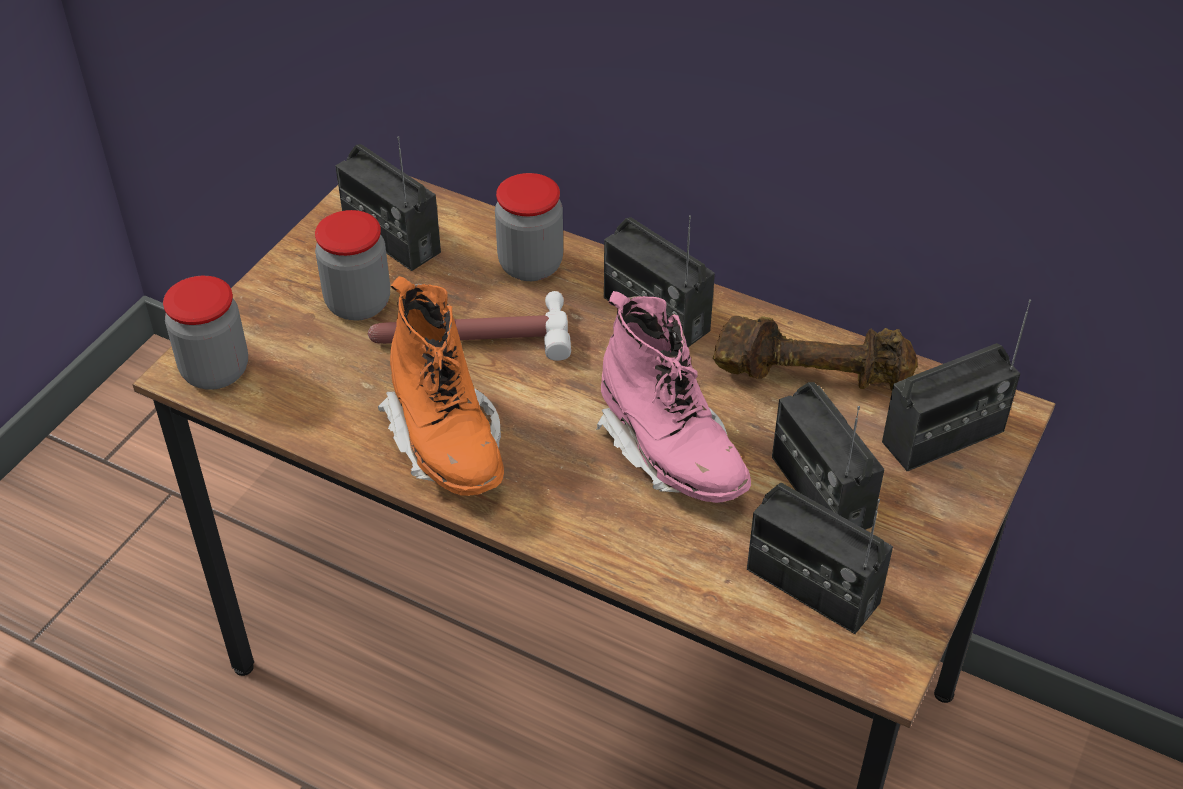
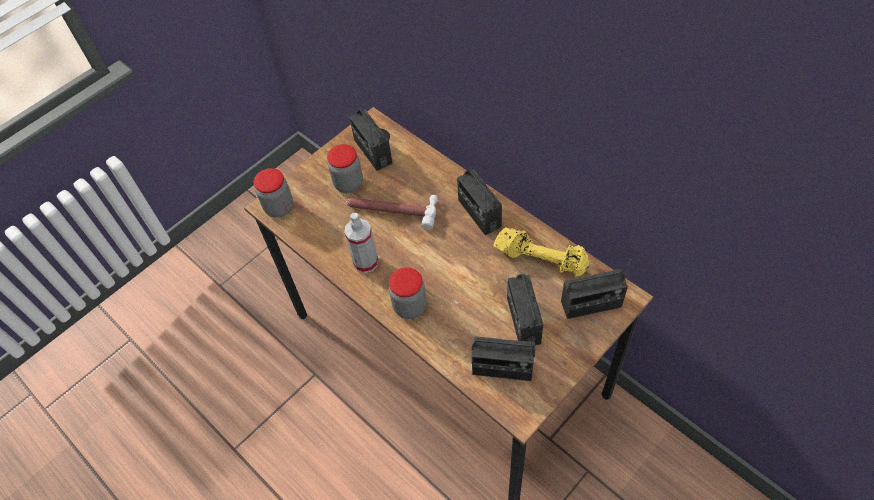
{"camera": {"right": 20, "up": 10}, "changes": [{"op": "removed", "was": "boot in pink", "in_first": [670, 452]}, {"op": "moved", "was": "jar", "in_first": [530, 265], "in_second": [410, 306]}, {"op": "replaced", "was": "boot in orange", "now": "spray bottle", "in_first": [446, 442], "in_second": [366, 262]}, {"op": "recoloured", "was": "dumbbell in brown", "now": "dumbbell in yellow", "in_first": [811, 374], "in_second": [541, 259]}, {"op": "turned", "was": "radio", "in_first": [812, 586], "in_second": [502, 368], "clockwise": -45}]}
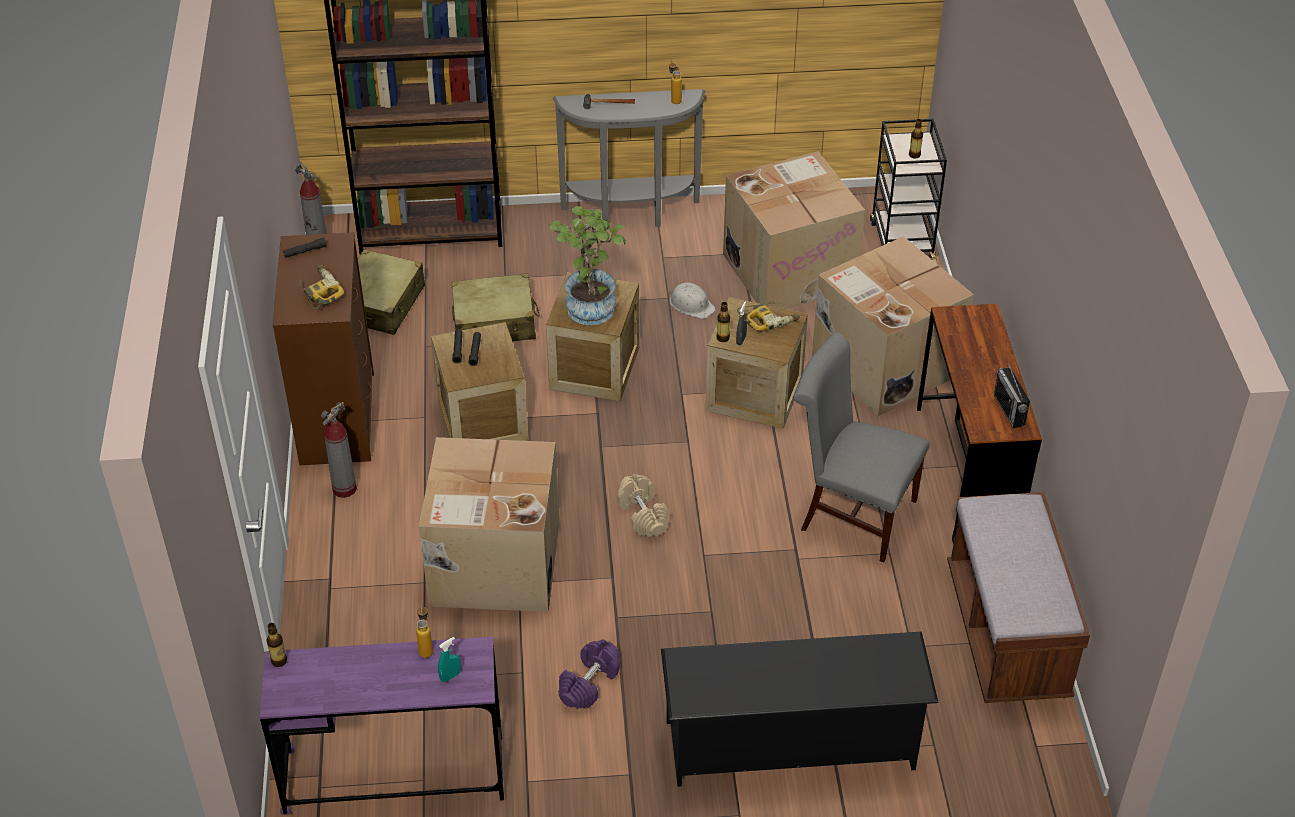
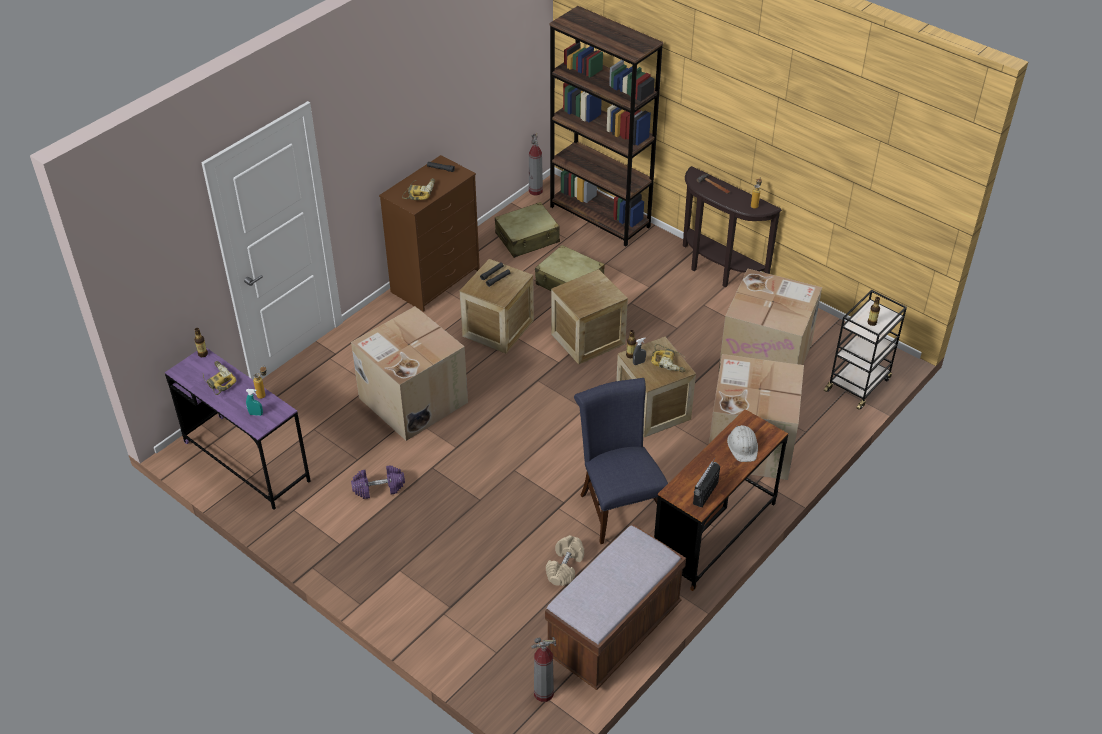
{"camera": {"right": 45, "up": 0}, "changes": [{"op": "removed", "was": "potted plant", "in_first": [590, 304]}, {"op": "removed", "was": "shoe rack in black", "in_first": [791, 745]}, {"op": "added", "now": "power drill", "in_second": [218, 381]}, {"op": "moved", "was": "fire extinguisher", "in_first": [344, 489], "in_second": [543, 693]}, {"op": "moved", "was": "dumbbell in beige", "in_first": [642, 515], "in_second": [564, 567]}, {"op": "moved", "was": "hard hat in white", "in_first": [691, 305], "in_second": [743, 446]}, {"op": "recoloured", "was": "console table in grey", "now": "console table in brown", "in_first": [631, 215], "in_second": [717, 271]}, {"op": "recoloured", "was": "chair in grey", "now": "chair in blue", "in_first": [851, 513], "in_second": [618, 506]}]}
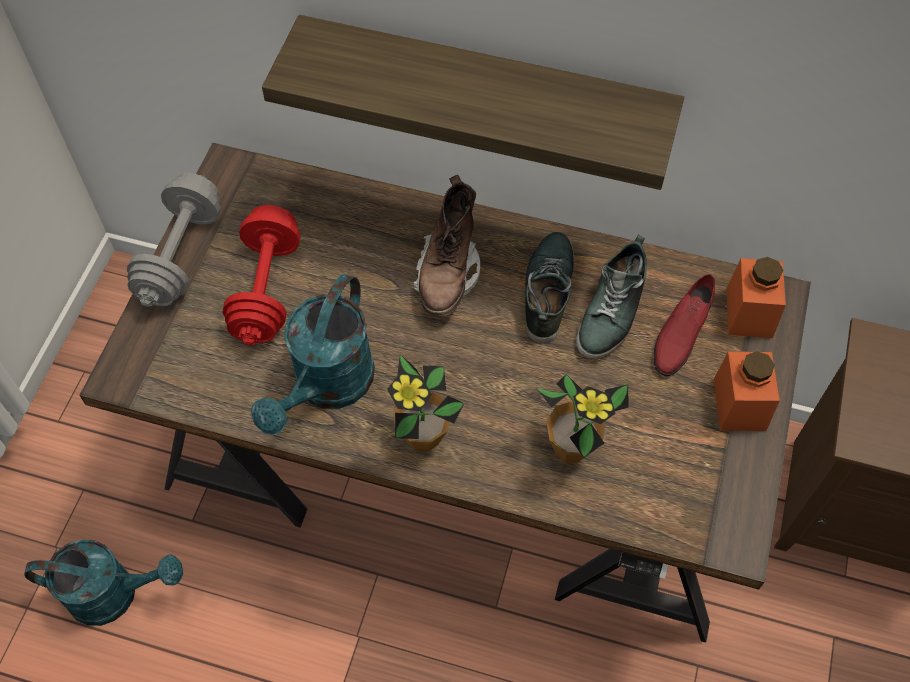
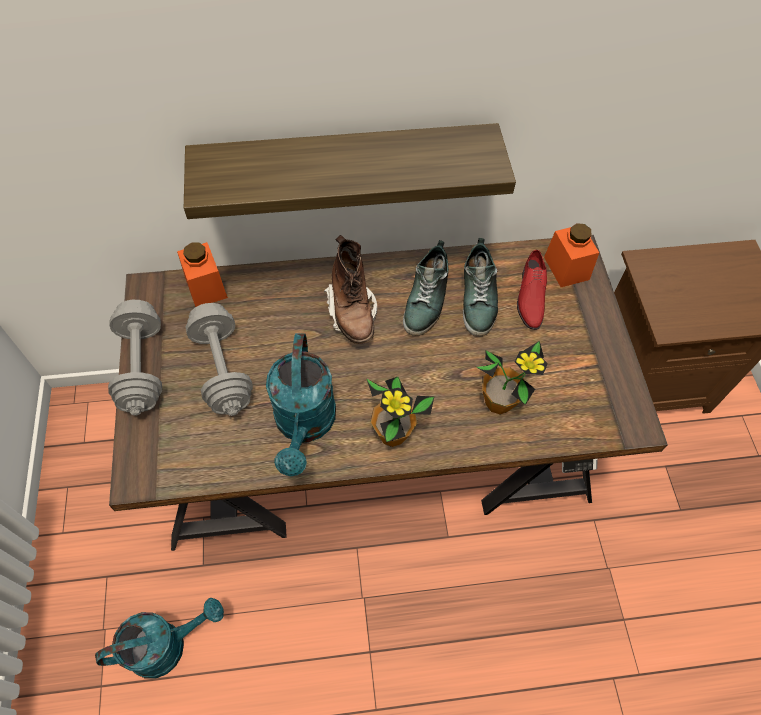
{"camera": {"right": -25, "up": 0}, "changes": [{"op": "moved", "was": "jar in orange", "in_first": [739, 404], "in_second": [206, 287]}, {"op": "recoloured", "was": "dumbbell in red", "now": "dumbbell in grey", "in_first": [266, 290], "in_second": [222, 369]}, {"op": "turned", "was": "shoe", "in_first": [546, 291], "in_second": [427, 299], "clockwise": -150}]}
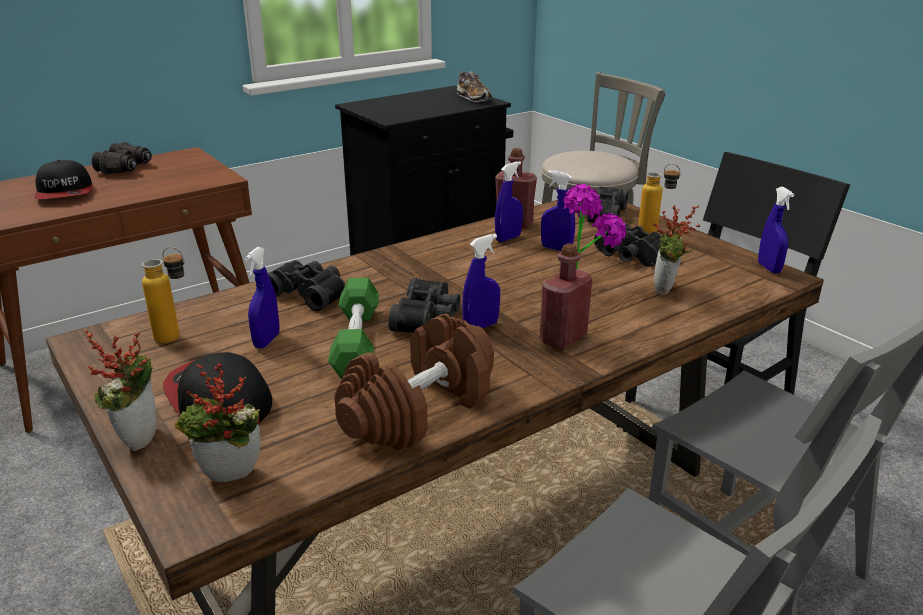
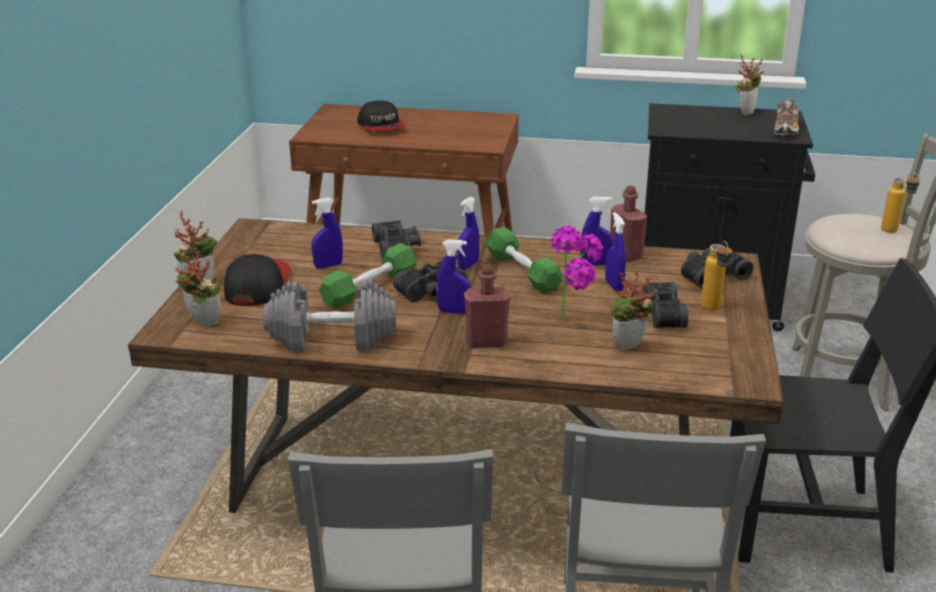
{"camera": {"right": 45, "up": 0}, "changes": [{"op": "removed", "was": "binoculars in black", "in_first": [126, 168]}, {"op": "added", "now": "dumbbell in green", "in_second": [522, 272]}, {"op": "added", "now": "potted plant", "in_second": [745, 112]}, {"op": "moved", "was": "bottle", "in_first": [176, 339], "in_second": [895, 232]}, {"op": "moved", "was": "spray bottle in blue", "in_first": [769, 268], "in_second": [468, 266]}, {"op": "recoloured", "was": "dumbbell in brown", "now": "dumbbell in grey", "in_first": [419, 411], "in_second": [331, 338]}, {"op": "turned", "was": "cap", "in_first": [65, 192], "in_second": [381, 126], "clockwise": -45}]}
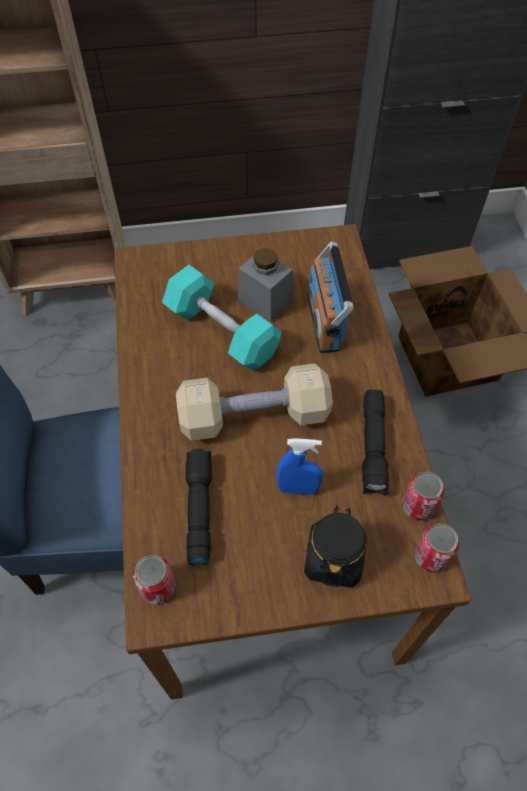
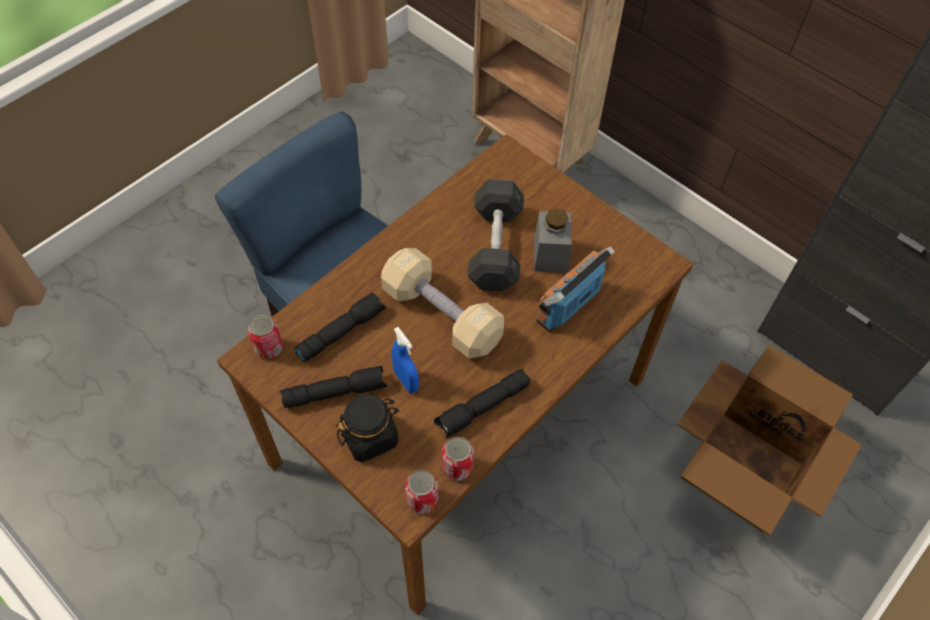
{"camera": {"right": 50, "up": 0}, "changes": [{"op": "added", "now": "flashlight in black", "in_second": [335, 391]}, {"op": "recoloured", "was": "dumbbell in turquoise", "now": "dumbbell in grey", "in_first": [222, 331], "in_second": [495, 247]}]}
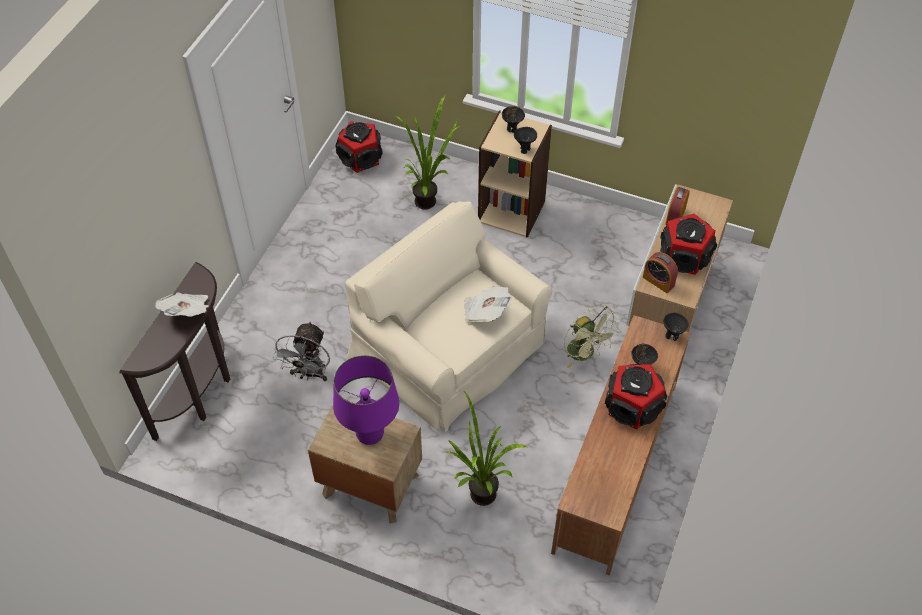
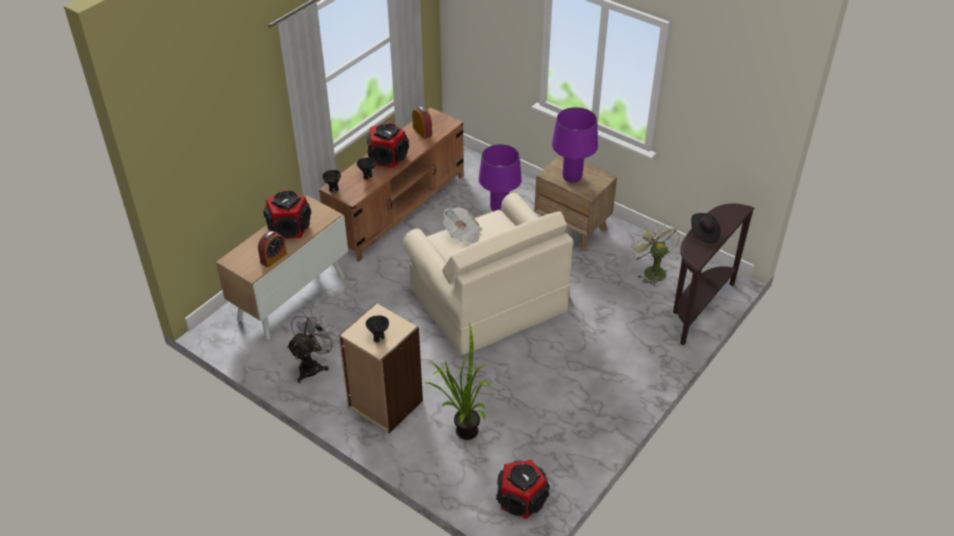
{"camera": {"right": -165, "up": -10}, "changes": [{"op": "removed", "was": "bowl in black", "in_first": [524, 149]}, {"op": "moved", "was": "fan in grey", "in_first": [309, 374], "in_second": [313, 365]}, {"op": "moved", "was": "fan in green", "in_first": [585, 354], "in_second": [651, 271]}, {"op": "moved", "was": "alarm clock", "in_first": [658, 281], "in_second": [422, 131]}, {"op": "replaced", "was": "newspaper", "now": "hat in black", "in_first": [187, 312], "in_second": [704, 234]}, {"op": "replaced", "was": "potted plant", "now": "table lamp in purple", "in_first": [478, 499], "in_second": [499, 208]}]}
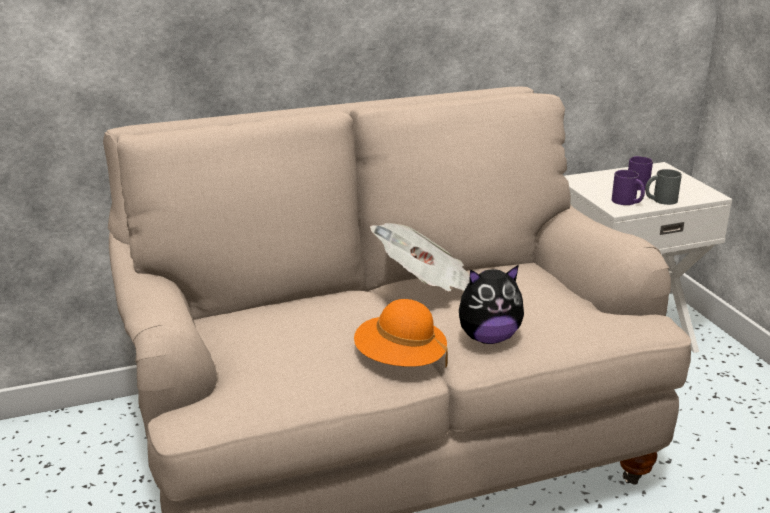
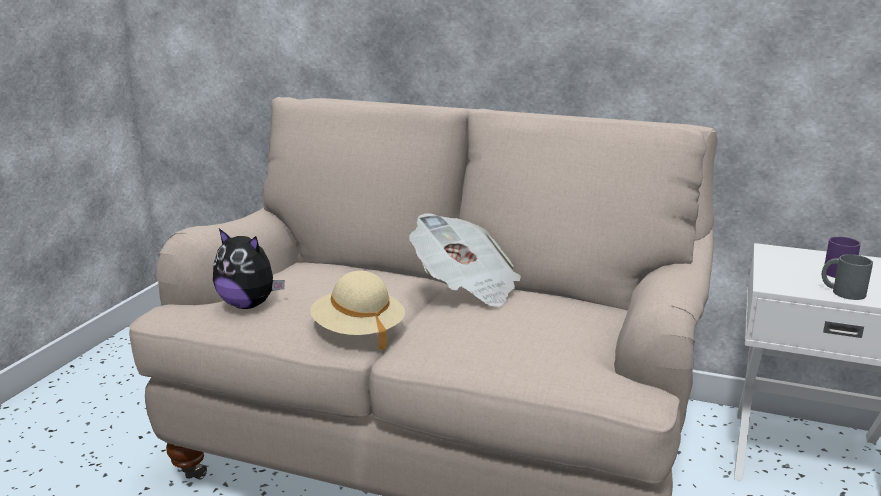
{"camera": {"right": 40, "up": -5}, "changes": [{"op": "removed", "was": "mug in purple", "in_first": [628, 202]}, {"op": "moved", "was": "plush toy", "in_first": [488, 338], "in_second": [248, 305]}, {"op": "recoloured", "was": "hat in orange", "now": "hat in beige", "in_first": [400, 361], "in_second": [358, 332]}]}
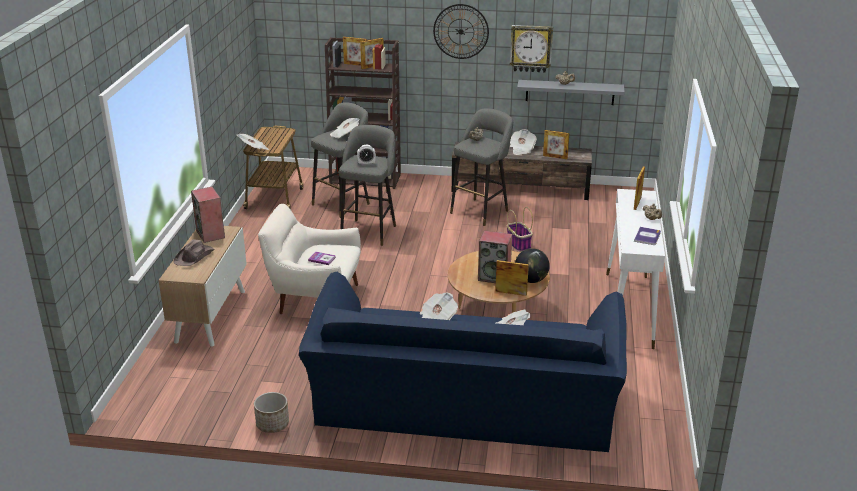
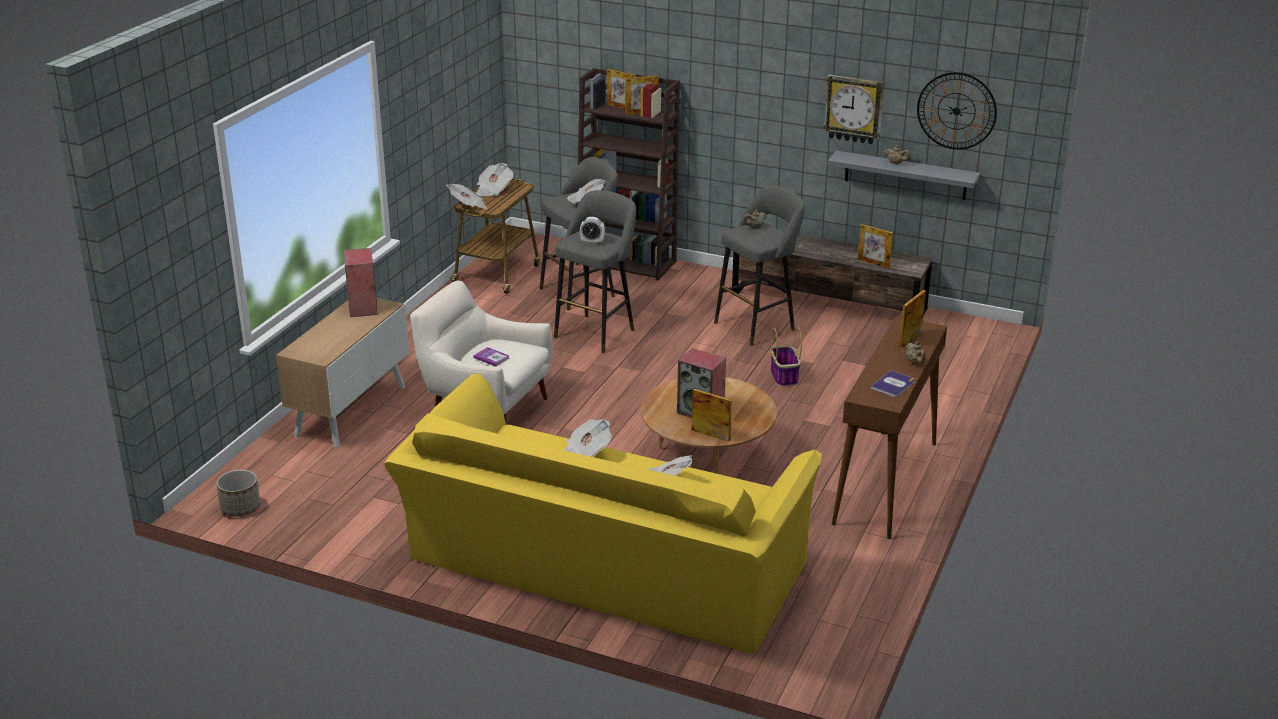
{"camera": {"right": 15, "up": 0}, "changes": [{"op": "removed", "was": "hat in brown", "in_first": [195, 256]}, {"op": "removed", "was": "globe", "in_first": [531, 280]}, {"op": "moved", "was": "planter", "in_first": [272, 424], "in_second": [240, 508]}, {"op": "moved", "was": "wall clock", "in_first": [461, 31], "in_second": [956, 111]}, {"op": "moved", "was": "newspaper", "in_first": [521, 149], "in_second": [493, 190]}, {"op": "recoloured", "was": "sofa in blue", "now": "sofa in yellow", "in_first": [464, 407], "in_second": [602, 569]}, {"op": "recoloured", "was": "console table in white", "now": "console table in brown", "in_first": [629, 309], "in_second": [885, 483]}]}
